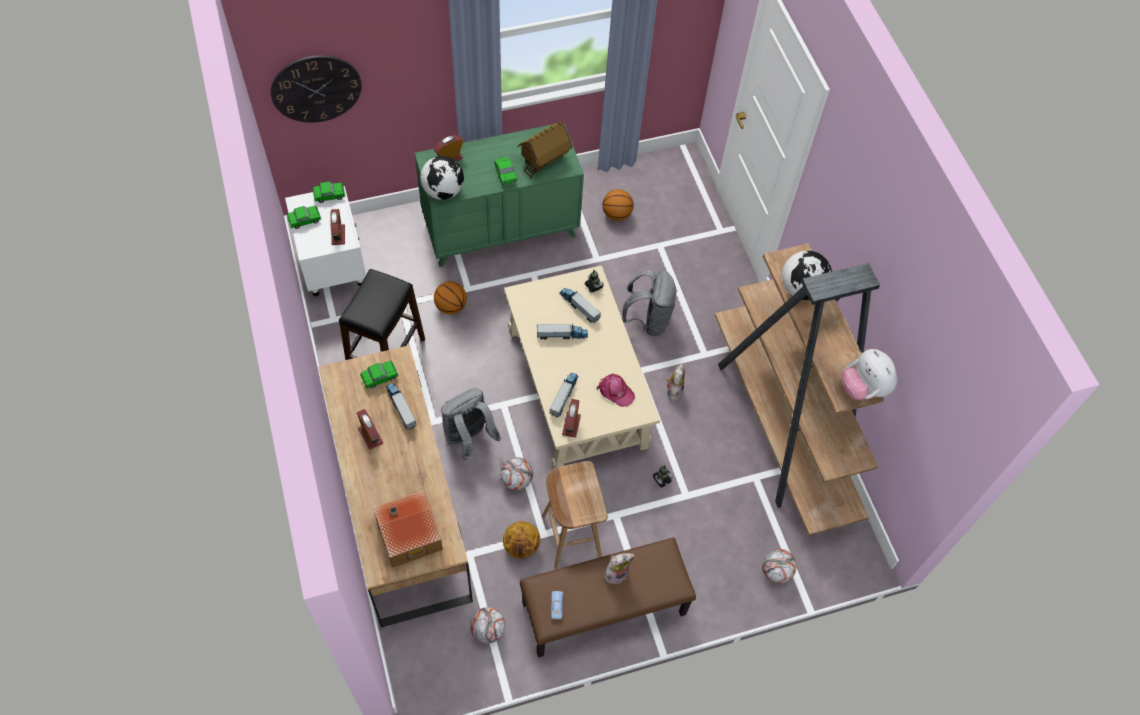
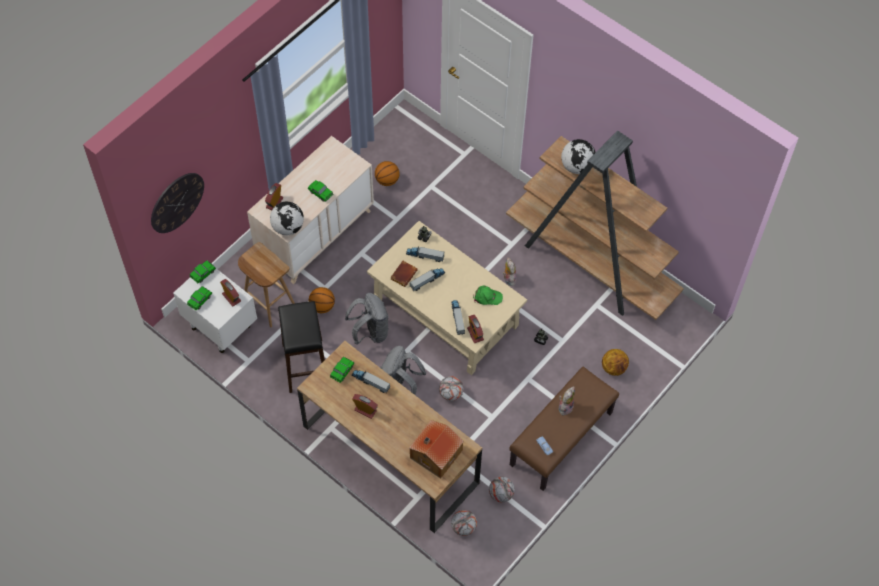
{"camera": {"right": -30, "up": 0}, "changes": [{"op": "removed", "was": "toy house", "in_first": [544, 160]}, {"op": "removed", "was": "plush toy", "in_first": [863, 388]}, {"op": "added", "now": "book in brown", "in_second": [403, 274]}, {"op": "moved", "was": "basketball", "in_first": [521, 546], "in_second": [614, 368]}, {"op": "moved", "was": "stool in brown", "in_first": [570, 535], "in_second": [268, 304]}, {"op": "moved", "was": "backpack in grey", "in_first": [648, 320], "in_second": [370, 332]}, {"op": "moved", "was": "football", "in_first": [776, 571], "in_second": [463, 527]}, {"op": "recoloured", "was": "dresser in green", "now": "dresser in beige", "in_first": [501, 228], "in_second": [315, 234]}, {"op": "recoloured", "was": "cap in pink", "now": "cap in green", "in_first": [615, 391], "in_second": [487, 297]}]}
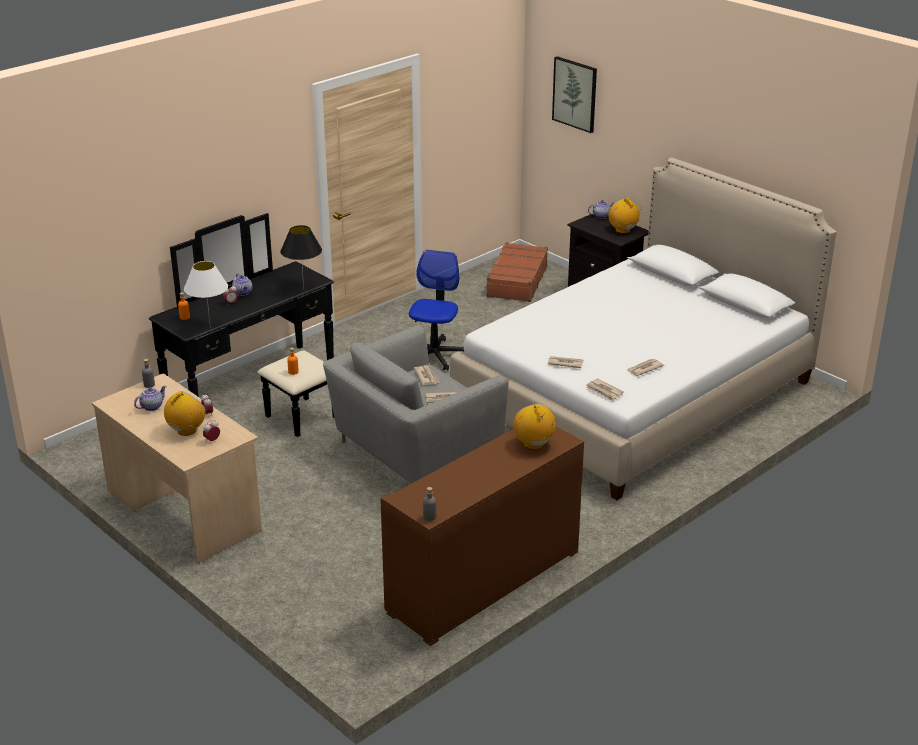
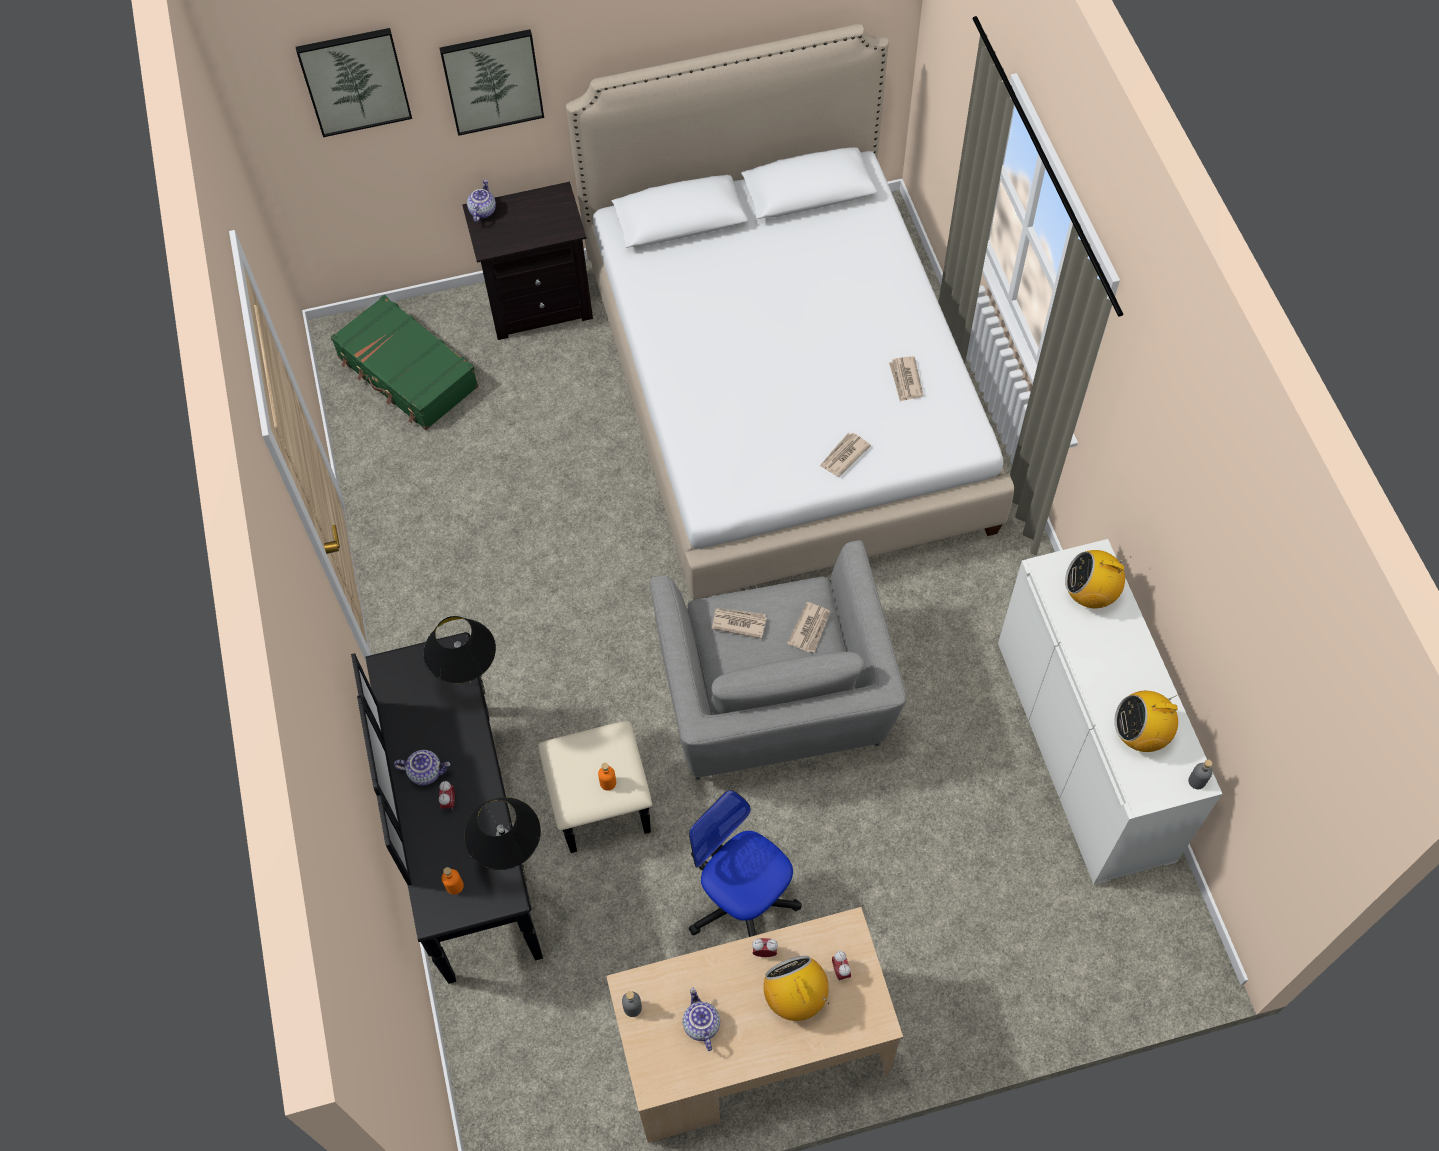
{"camera": {"right": -60, "up": 30}, "changes": [{"op": "removed", "was": "newspaper", "in_first": [604, 391]}, {"op": "added", "now": "picture", "in_second": [492, 81]}, {"op": "moved", "was": "office chair", "in_first": [434, 355], "in_second": [742, 901]}, {"op": "moved", "was": "radio", "in_first": [623, 230], "in_second": [1140, 734]}, {"op": "recoloured", "was": "table lamp in white", "now": "table lamp in black", "in_first": [210, 327], "in_second": [512, 860]}, {"op": "recoloured", "was": "cabinet in brown", "now": "cabinet in white", "in_first": [484, 581], "in_second": [1083, 750]}, {"op": "recoloured", "was": "suitcase in brown", "now": "suitcase in green", "in_first": [516, 281], "in_second": [407, 373]}]}
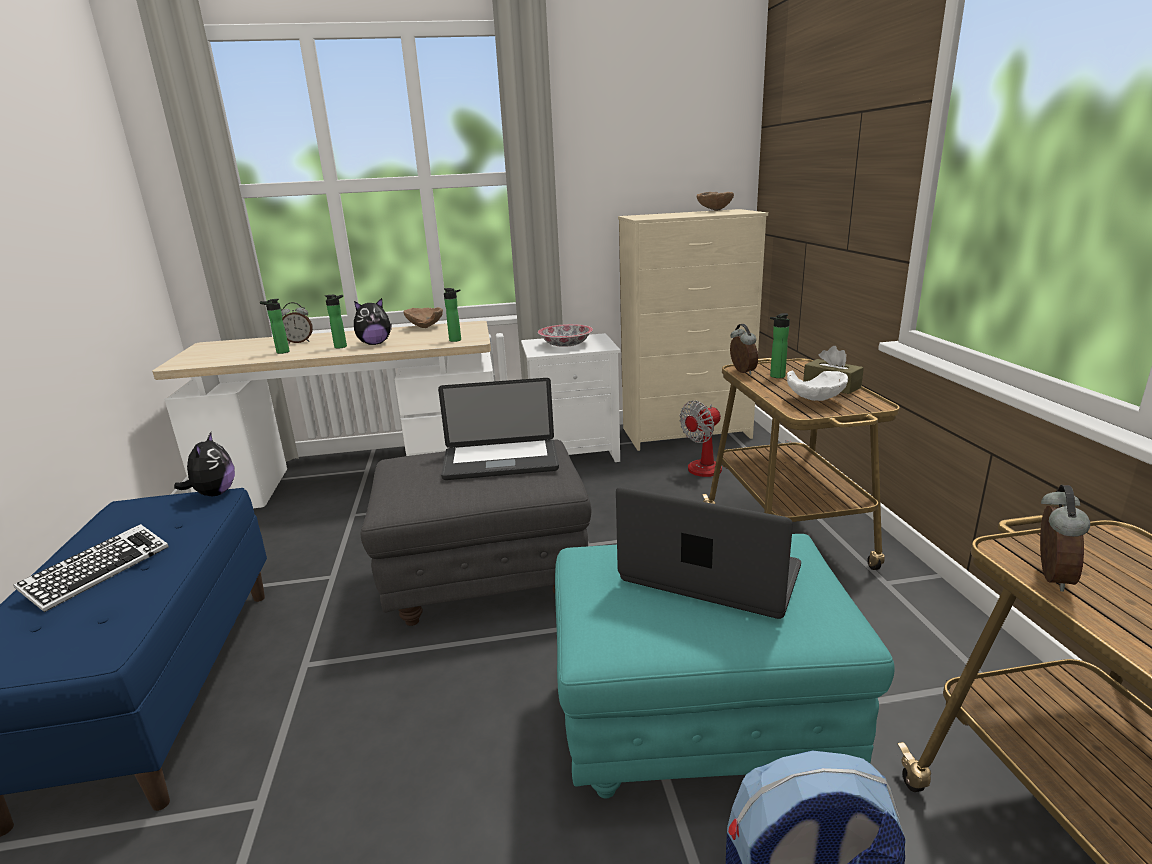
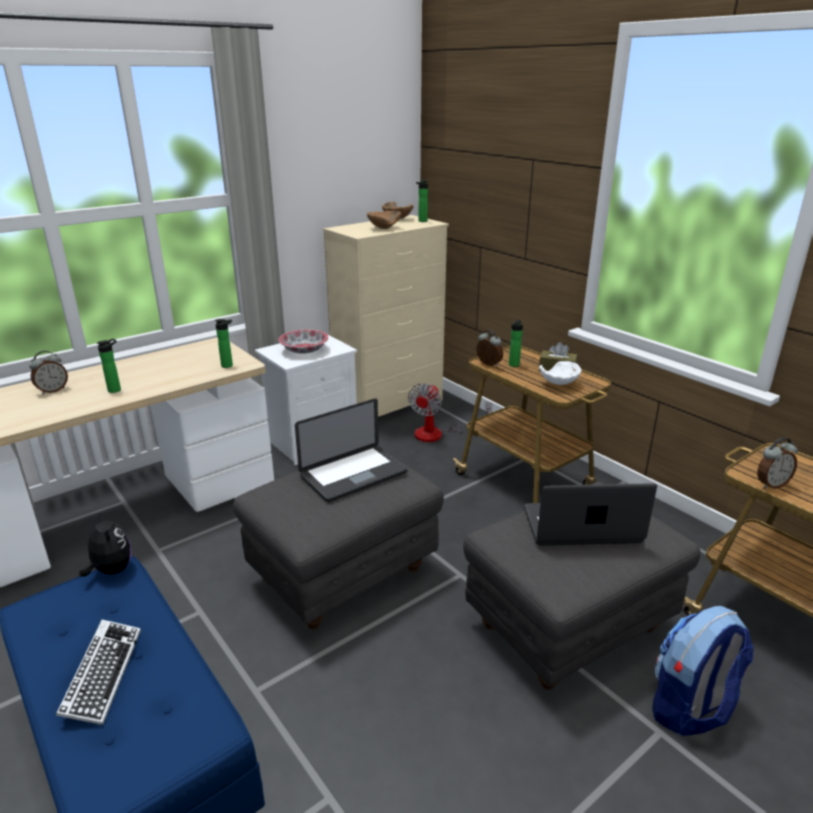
{"camera": {"right": -30, "up": 5}, "changes": [{"op": "removed", "was": "plush toy", "in_first": [375, 344]}, {"op": "moved", "was": "bottle", "in_first": [280, 352], "in_second": [421, 221]}, {"op": "moved", "was": "bowl in brown", "in_first": [426, 327], "in_second": [383, 228]}, {"op": "recoloured", "was": "ottoman in turquoise", "now": "ottoman in grey", "in_first": [697, 732], "in_second": [569, 629]}, {"op": "turned", "was": "alarm clock", "in_first": [1048, 577], "in_second": [771, 484], "clockwise": 75}]}
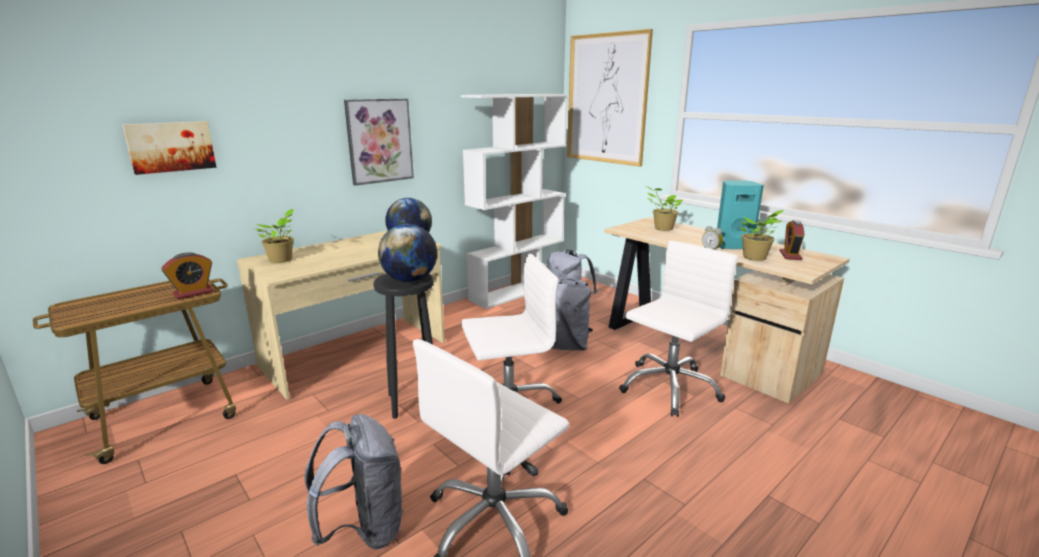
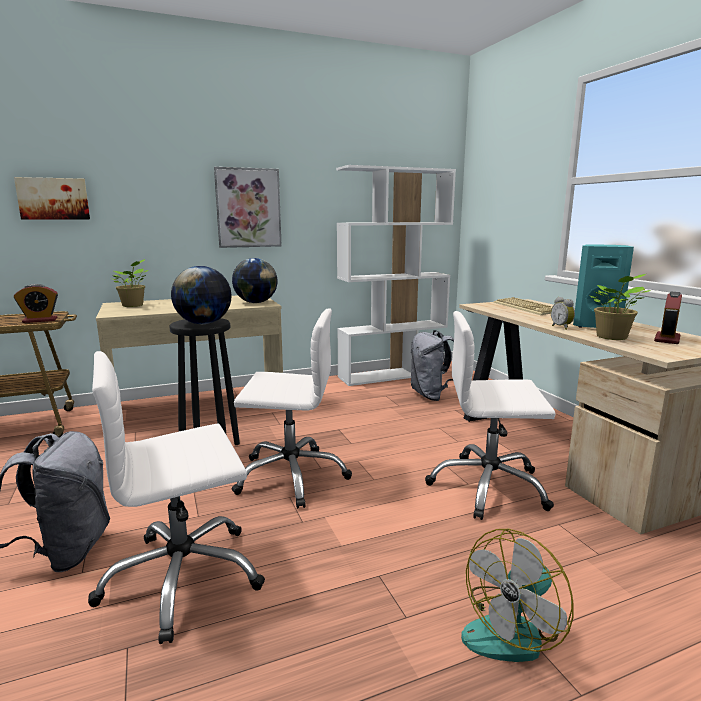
{"camera": {"right": 20, "up": -5}, "changes": [{"op": "removed", "was": "backpack in grey", "in_first": [566, 346]}, {"op": "removed", "was": "picture", "in_first": [606, 99]}, {"op": "added", "now": "fan", "in_second": [513, 630]}, {"op": "replaced", "was": "potted plant", "now": "keyboard", "in_first": [662, 228], "in_second": [528, 307]}, {"op": "turned", "was": "office chair in white", "in_first": [669, 387], "in_second": [488, 487], "clockwise": -150}]}
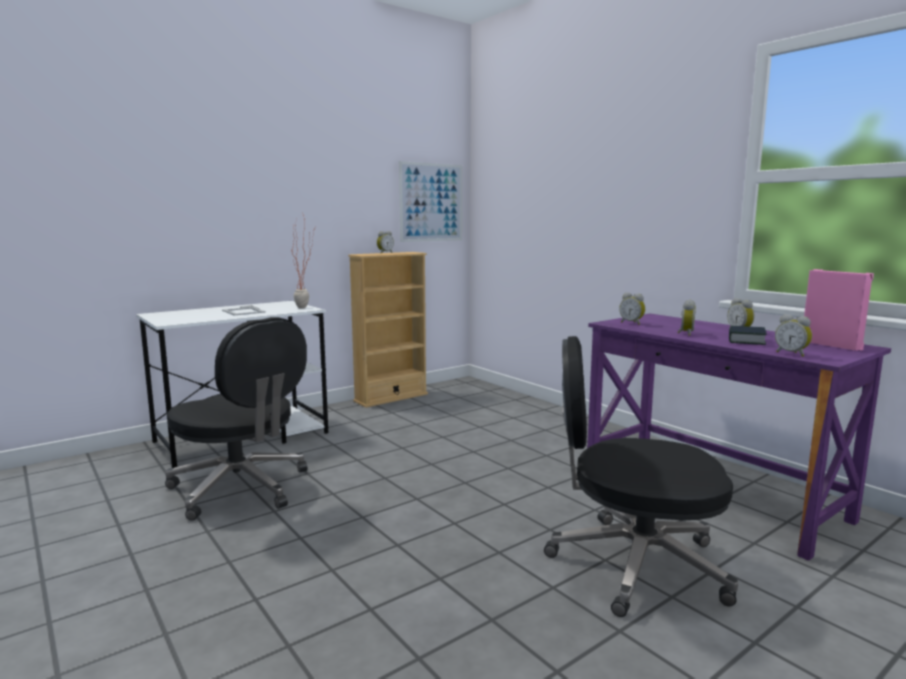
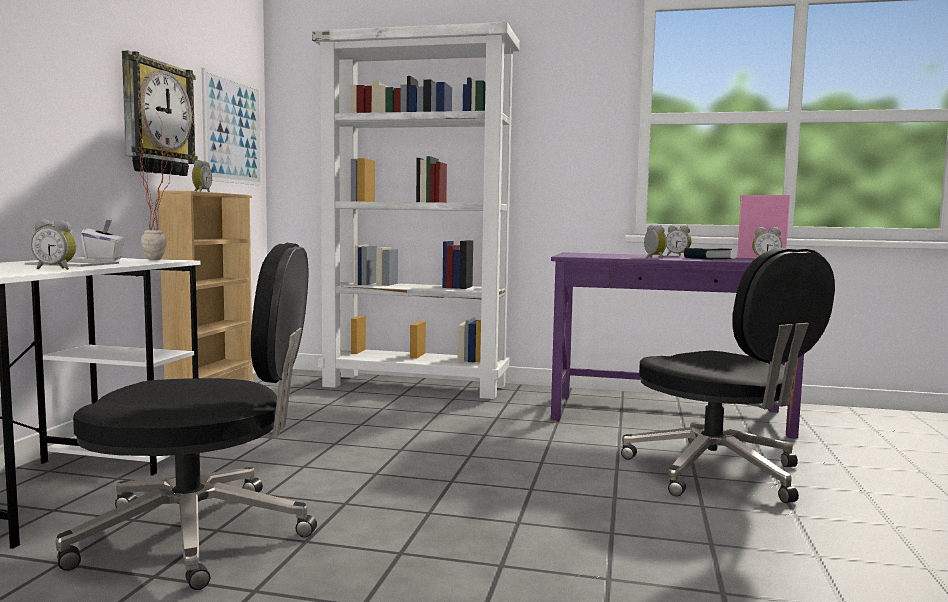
{"camera": {"right": -40, "up": -5}, "changes": [{"op": "added", "now": "tissue box in white", "in_second": [105, 260]}, {"op": "added", "now": "wall clock", "in_second": [156, 118]}, {"op": "added", "now": "bookcase in white", "in_second": [416, 386]}, {"op": "moved", "was": "alarm clock", "in_first": [632, 323], "in_second": [56, 269]}, {"op": "turned", "was": "office chair in black", "in_first": [633, 564], "in_second": [717, 472], "clockwise": -90}]}
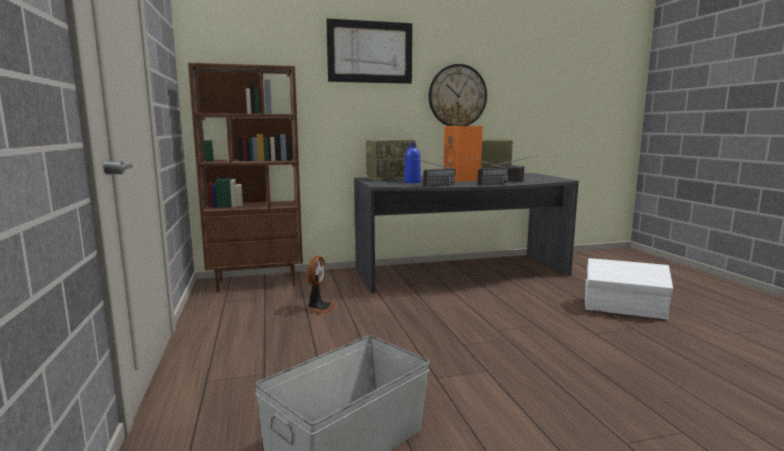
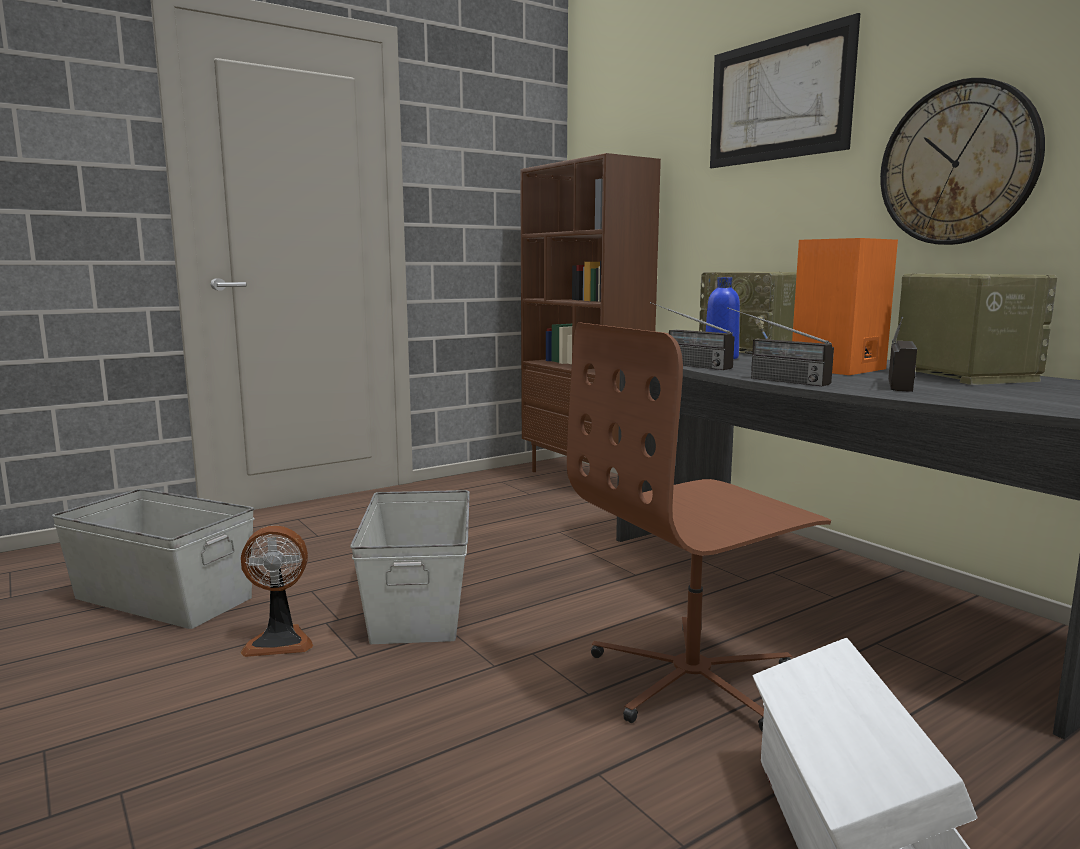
{"camera": {"right": 70, "up": 0}, "changes": [{"op": "added", "now": "storage box in grey", "in_second": [420, 603]}, {"op": "added", "now": "office chair in brown", "in_second": [693, 679]}, {"op": "moved", "was": "fan", "in_first": [319, 308], "in_second": [280, 641]}]}
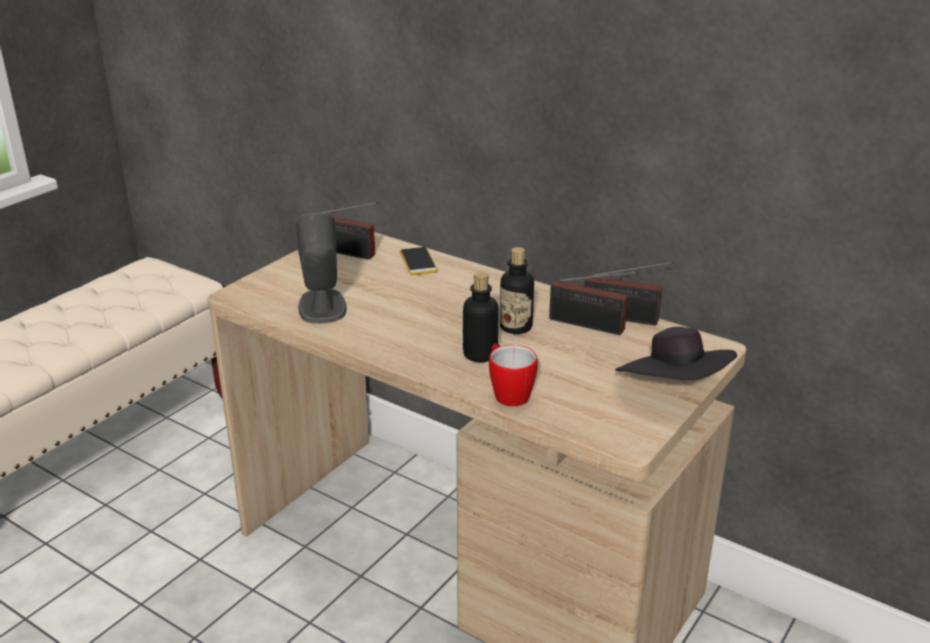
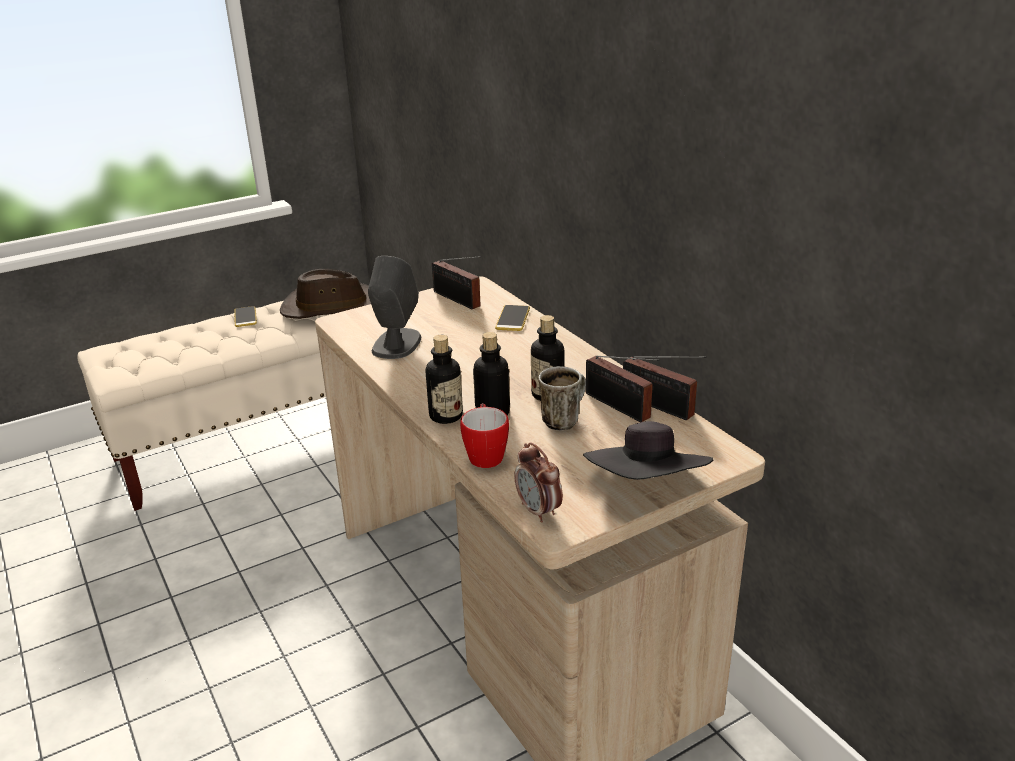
{"camera": {"right": 25, "up": 0}, "changes": [{"op": "added", "now": "phone", "in_second": [245, 317]}, {"op": "added", "now": "hat in brown", "in_second": [332, 307]}, {"op": "added", "now": "bottle", "in_second": [446, 416]}, {"op": "added", "now": "alarm clock", "in_second": [538, 511]}, {"op": "added", "now": "mug", "in_second": [563, 419]}]}
